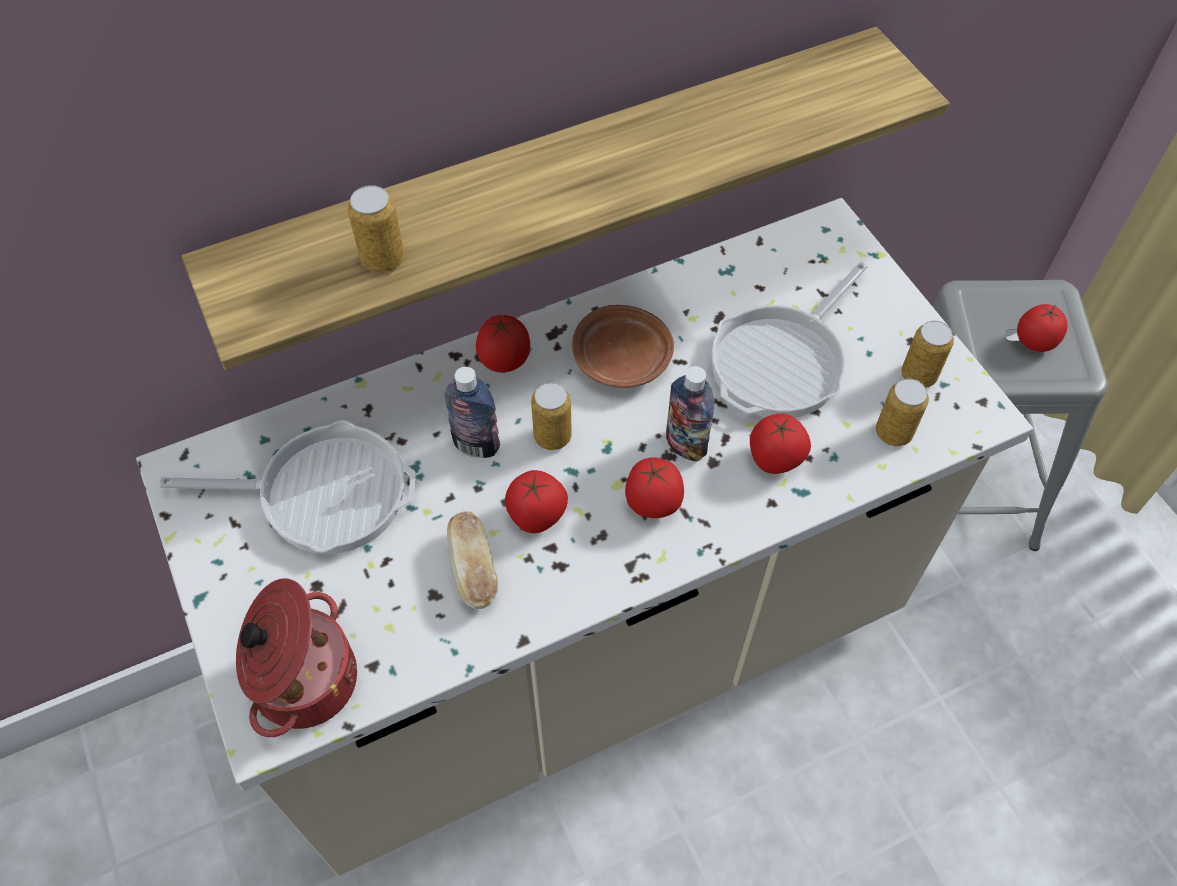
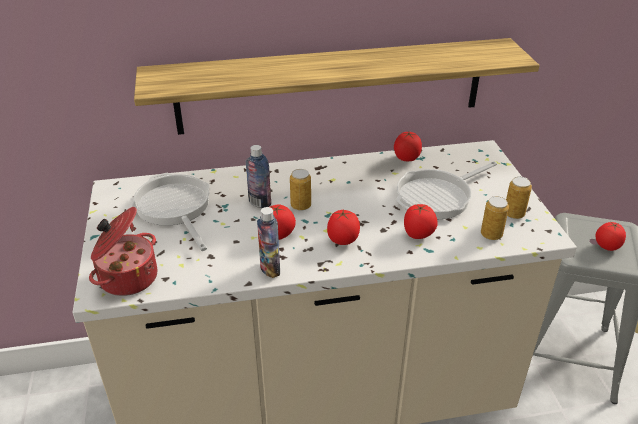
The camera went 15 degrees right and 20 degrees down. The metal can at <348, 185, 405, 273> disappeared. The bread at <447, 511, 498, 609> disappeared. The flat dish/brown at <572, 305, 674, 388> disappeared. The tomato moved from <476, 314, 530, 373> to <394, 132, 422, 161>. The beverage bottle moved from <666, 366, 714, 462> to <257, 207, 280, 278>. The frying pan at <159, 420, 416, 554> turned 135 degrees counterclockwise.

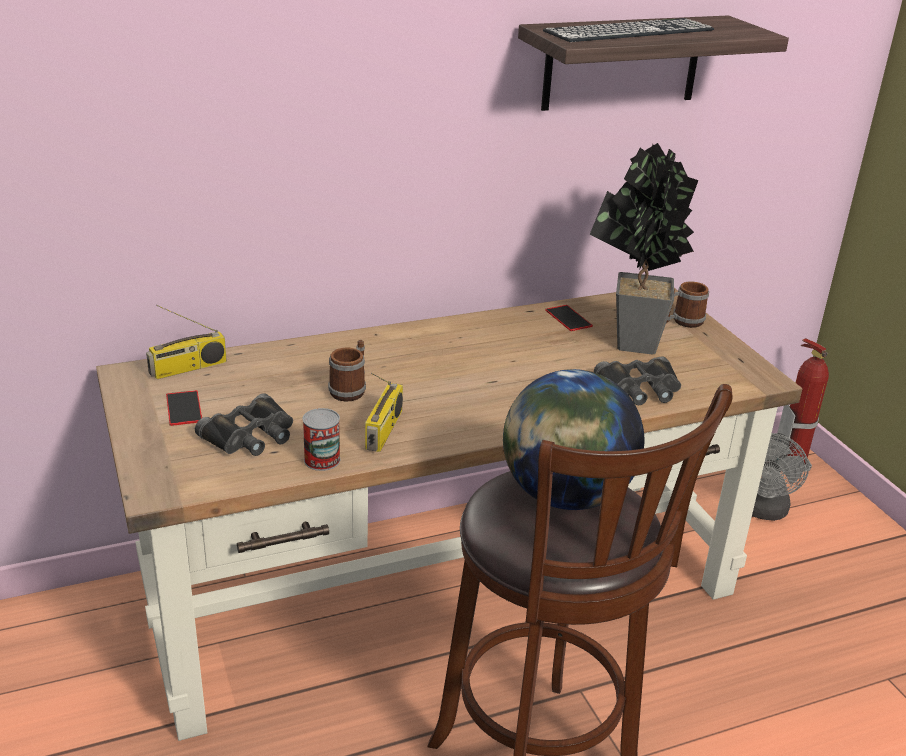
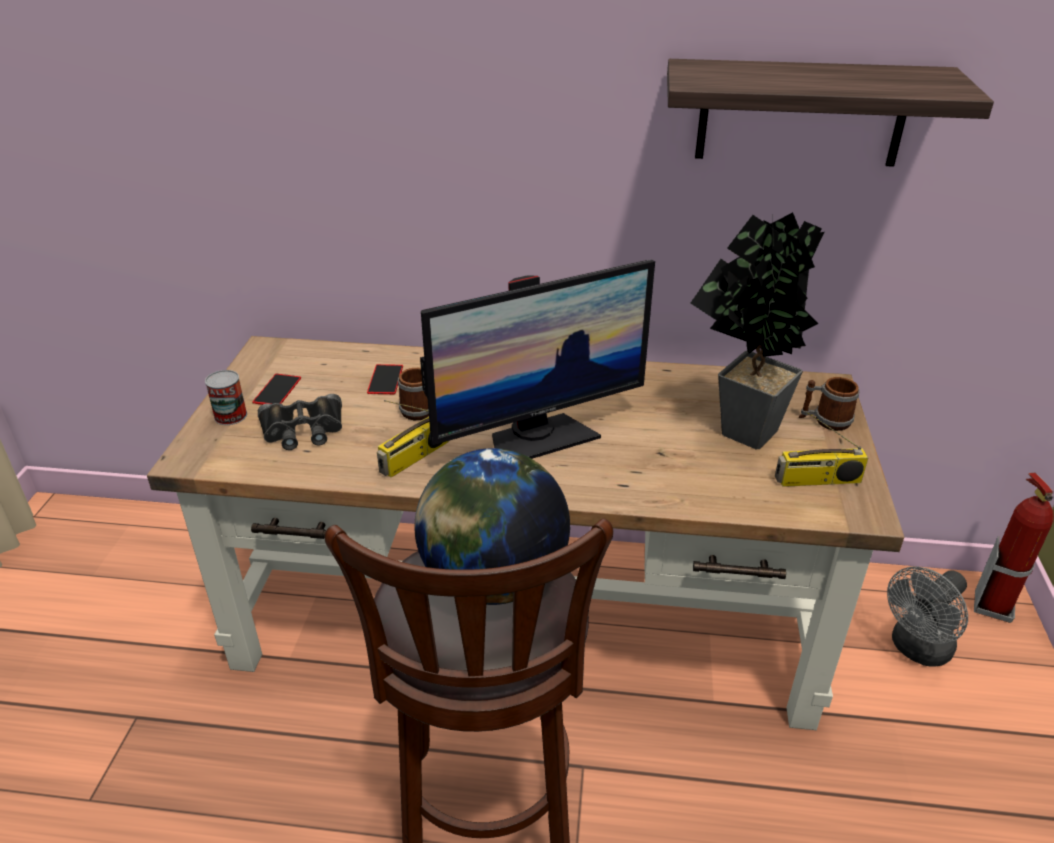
The camera went 30 degrees right and 5 degrees up. The keyboard at <543, 18, 714, 42> disappeared. The binoculars/black-coloured at <594, 357, 681, 405> disappeared. The monitor at <420, 260, 655, 459> appeared. The radio moved from <146, 305, 227, 379> to <775, 411, 868, 487>. The metal can moved from <303, 408, 340, 471> to <205, 370, 247, 425>. The handset moved from <545, 305, 593, 331> to <367, 364, 403, 394>.

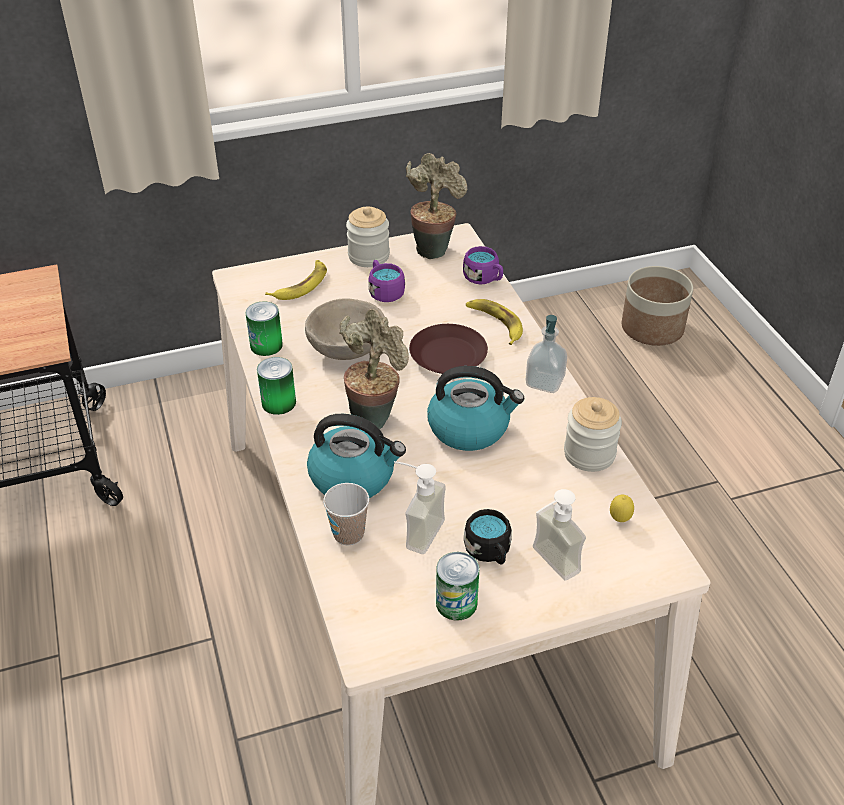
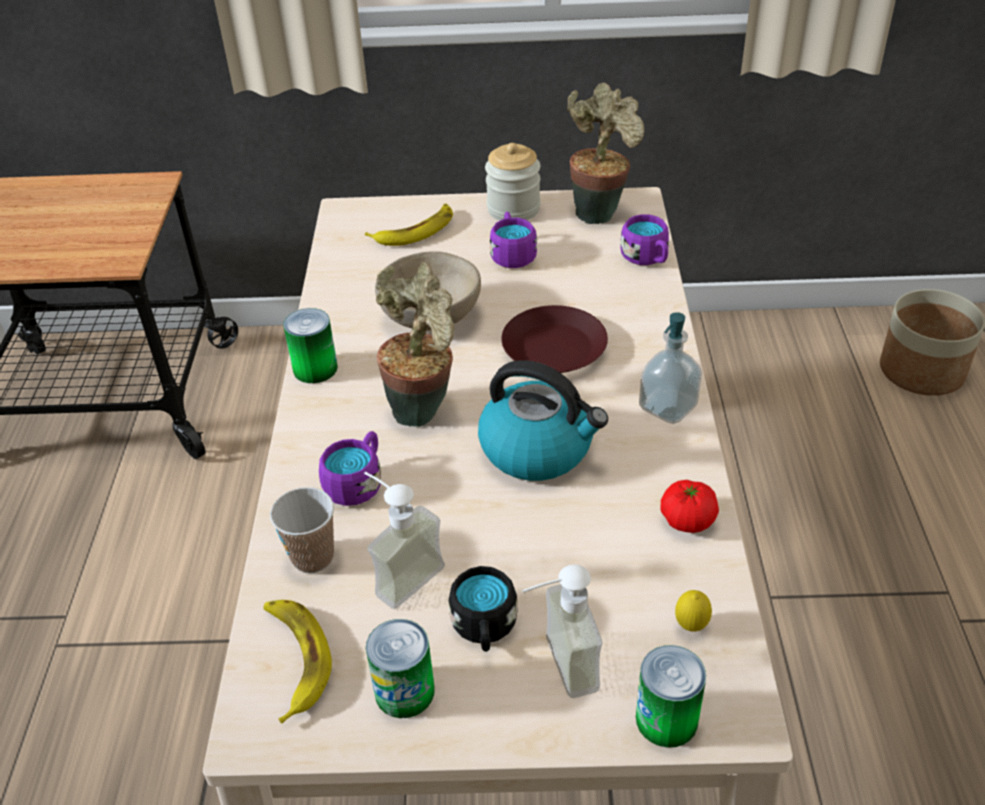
The camera went 20 degrees right and 0 degrees up. The metal can moved from <246, 301, 283, 356> to <636, 645, 706, 748>. The whole banana moved from <466, 299, 523, 345> to <263, 600, 332, 724>. The kettle at <307, 414, 406, 498> was replaced by the tea mug/purple-coloured at <319, 431, 381, 506>. The preserve jar at <564, 397, 622, 472> was replaced by the tomato at <660, 480, 719, 533>.

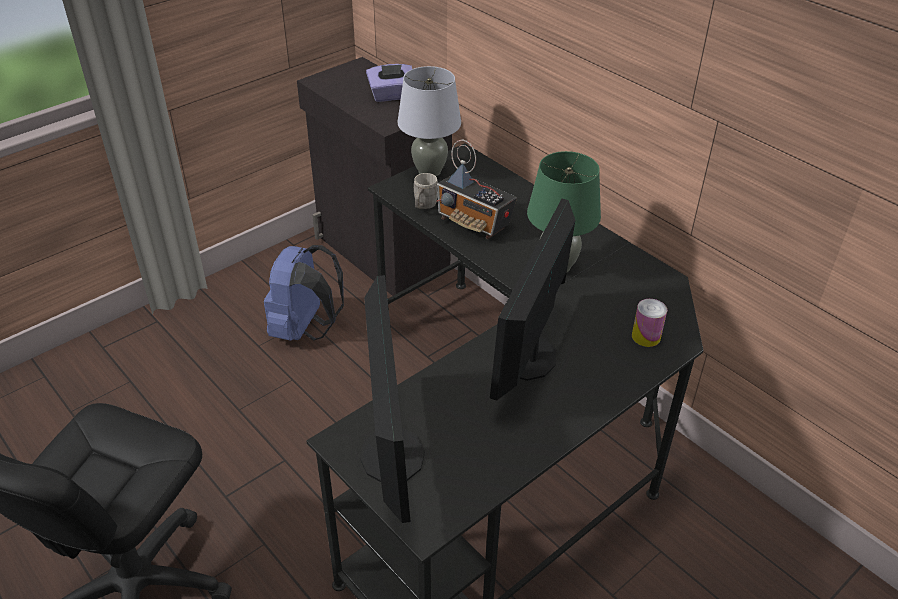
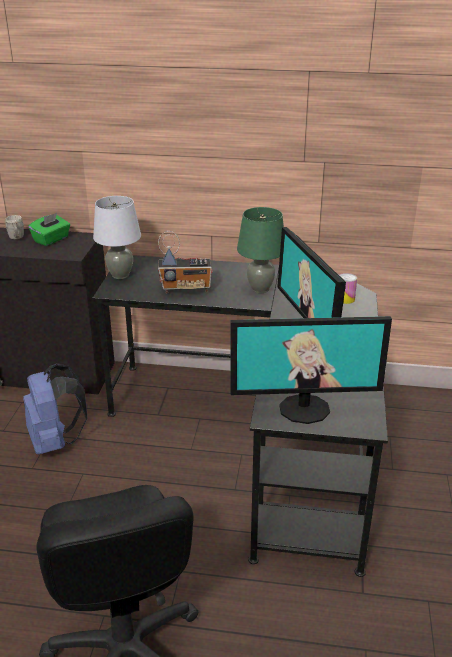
The camera went 40 degrees left and 10 degrees down. The tea mug/grey moved from <414, 173, 438, 209> to <5, 215, 24, 239>. The tissue holder/purple-coloured at <366, 64, 412, 102> became the tissue holder/green at <28, 213, 70, 246>. The monitor at <360, 275, 425, 523> turned 135 degrees clockwise.

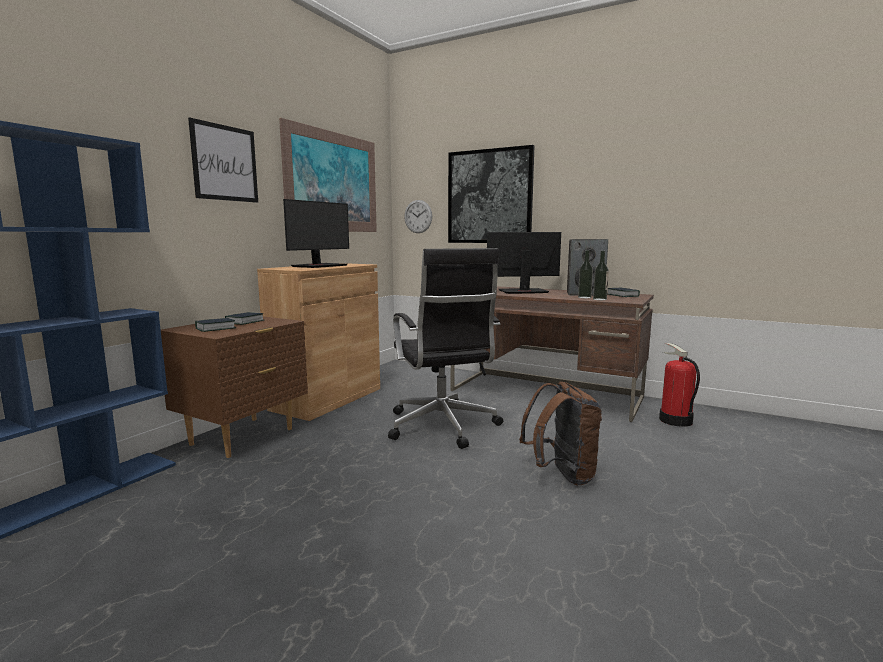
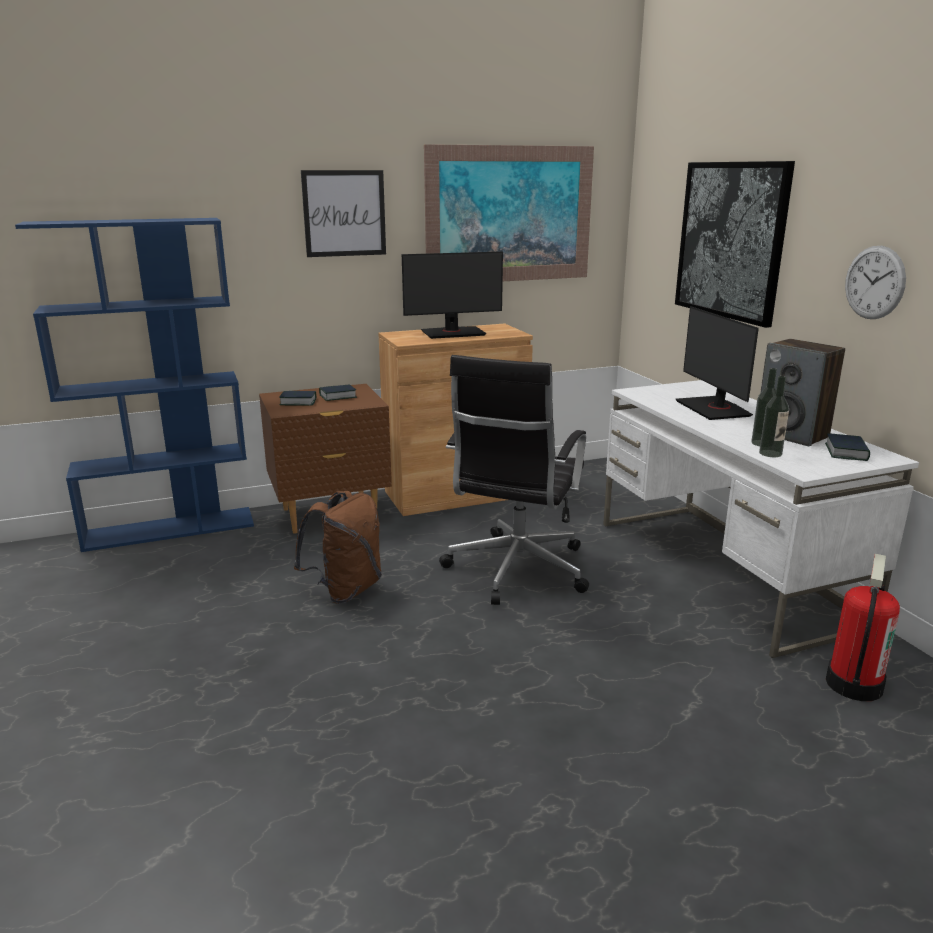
The camera went 40 degrees right and 10 degrees up. The clock on the wall moved from <404, 200, 432, 233> to <845, 246, 906, 319>. The knapsack/brown moved from <519, 381, 602, 485> to <294, 491, 382, 604>. The desk unit/brown at <451, 286, 654, 422> became the desk unit/white-coloured at <603, 380, 919, 658>. The monitor at <487, 232, 561, 294> turned 135 degrees counterclockwise.

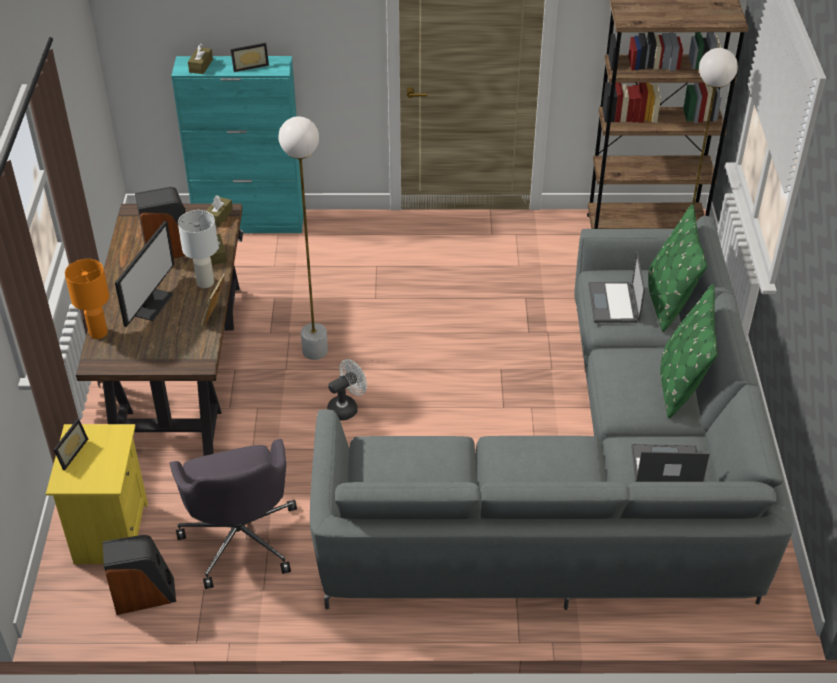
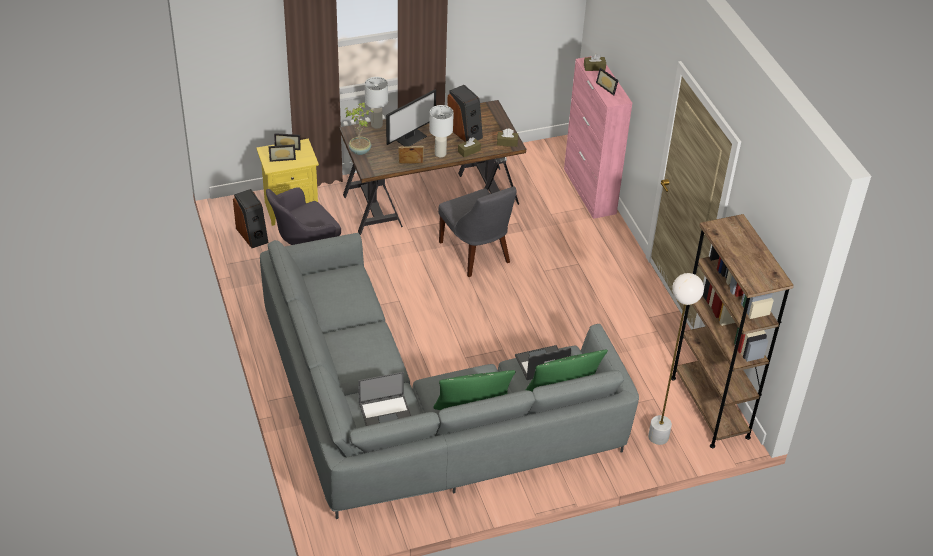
The camera went 70 degrees right and 0 degrees up. The electric fan/white-coloured at <327, 359, 367, 421> disappeared. The standing frame at <268, 144, 296, 162> appeared. The plant in a pot at <344, 102, 374, 155> appeared. The standard lamp/white-coloured at <279, 116, 328, 360> was replaced by the chair/grey at <438, 187, 516, 277>. The tabletop lamp/orange at <65, 259, 109, 339> became the tabletop lamp/white-coloured at <365, 77, 388, 128>. The cupboard/turquoise-coloured at <171, 56, 304, 233> became the cupboard/pinkish at <564, 56, 632, 219>. The monitor at <115, 221, 174, 327> turned 45 degrees counterclockwise. The laptop at <631, 444, 710, 482> turned 90 degrees clockwise.

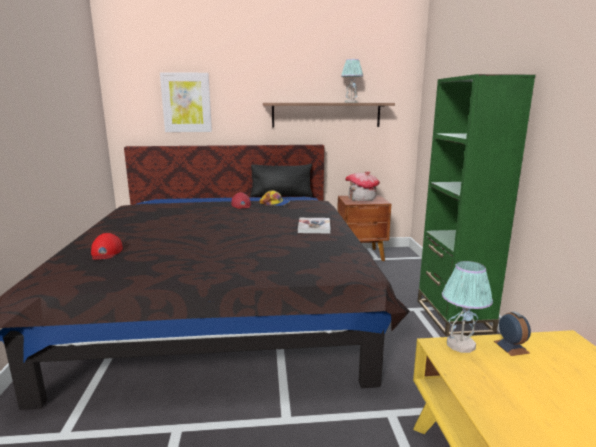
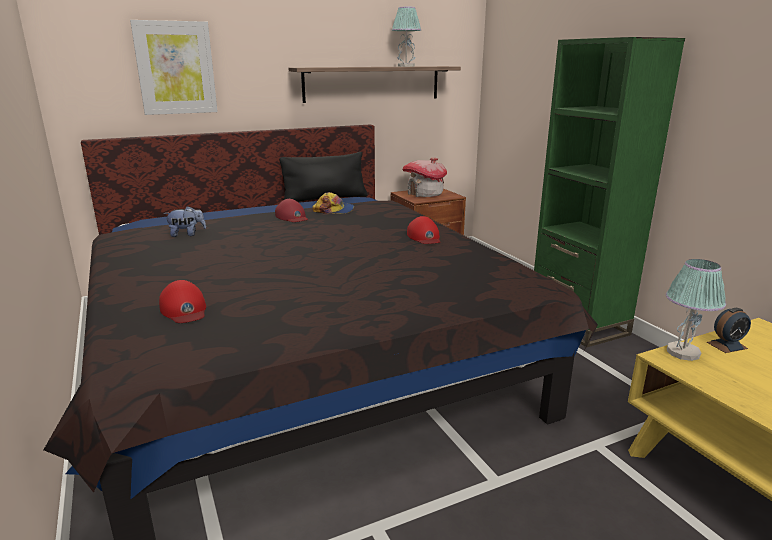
The camera went 20 degrees left and 5 degrees up. The plush toy at <164, 206, 206, 237> appeared. The volume at <298, 218, 331, 233> was replaced by the baseball cap/red-coloured at <407, 216, 440, 244>. The alarm clock at <494, 311, 531, 356> turned 105 degrees clockwise.

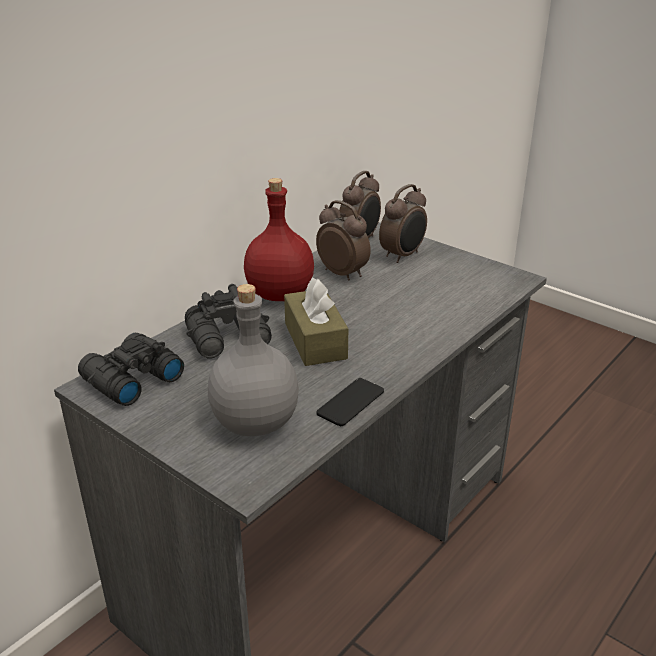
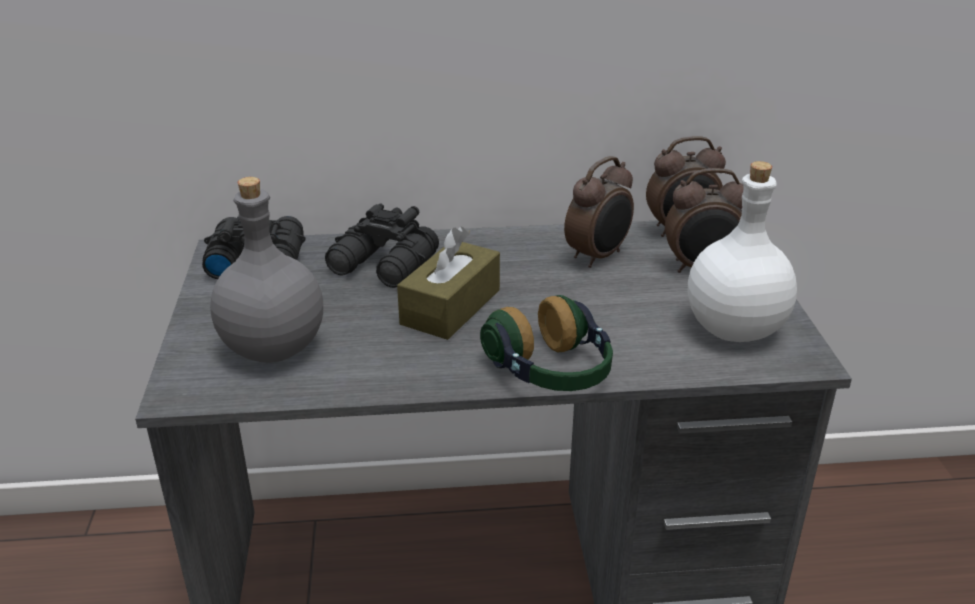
The camera went 45 degrees right and 0 degrees up. The beverage bottle/red-coloured at <244, 178, 314, 301> disappeared. The handset at <317, 378, 384, 426> disappeared. The headphones at <480, 295, 613, 391> appeared. The beverage bottle/white-coloured at <688, 161, 797, 342> appeared. The alarm clock at <316, 200, 371, 281> turned 45 degrees clockwise.

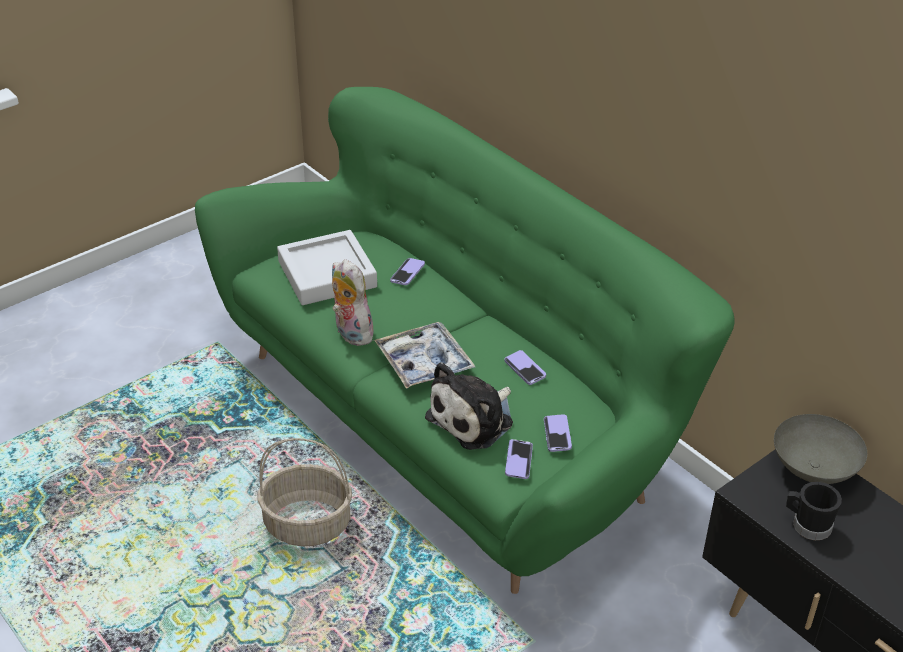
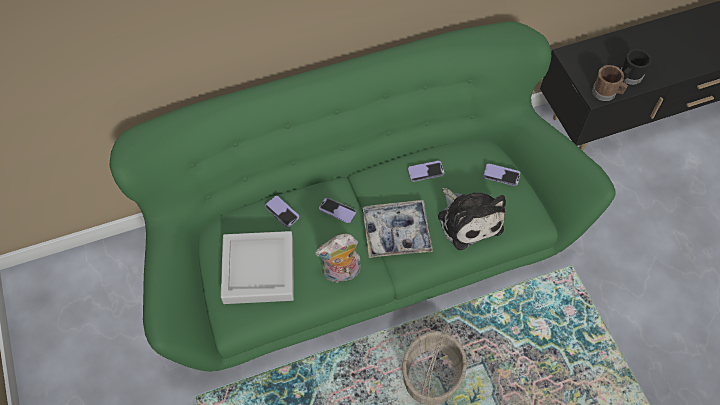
The camera went 70 degrees left and 20 degrees up. The bowl/grey at <774, 414, 867, 484> disappeared. The tea mug/brown at <592, 65, 628, 101> appeared. The handset moved from <505, 439, 533, 479> to <319, 198, 356, 223>.

